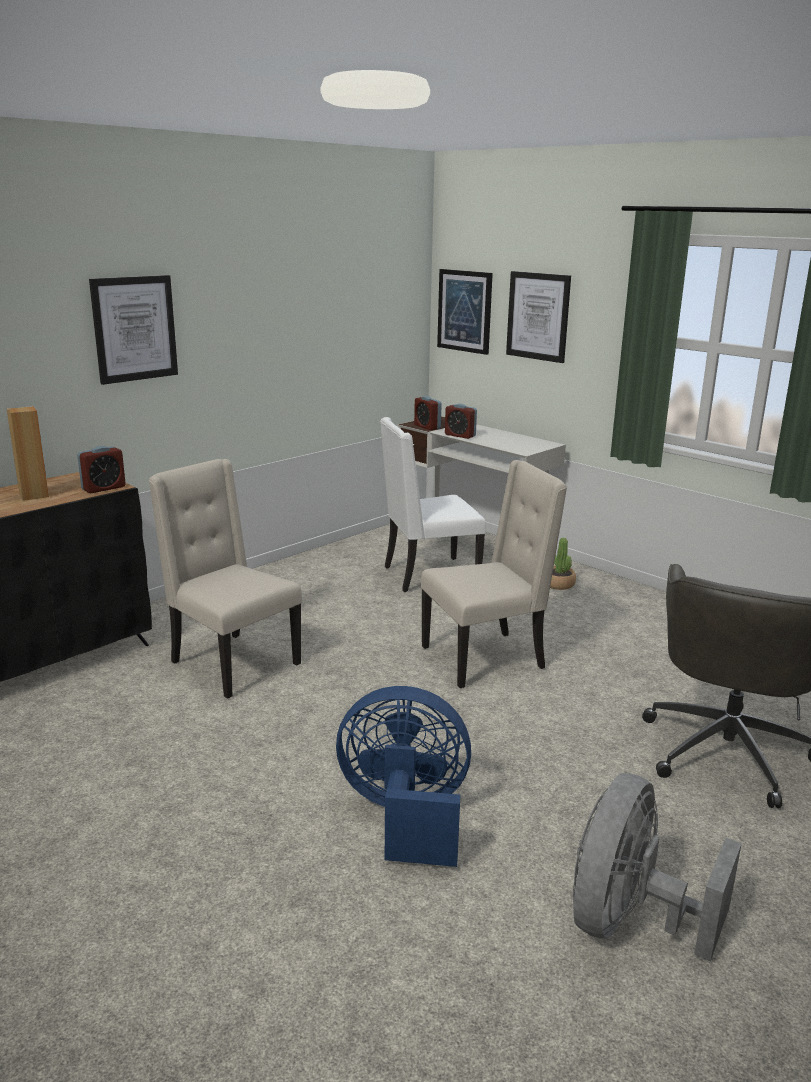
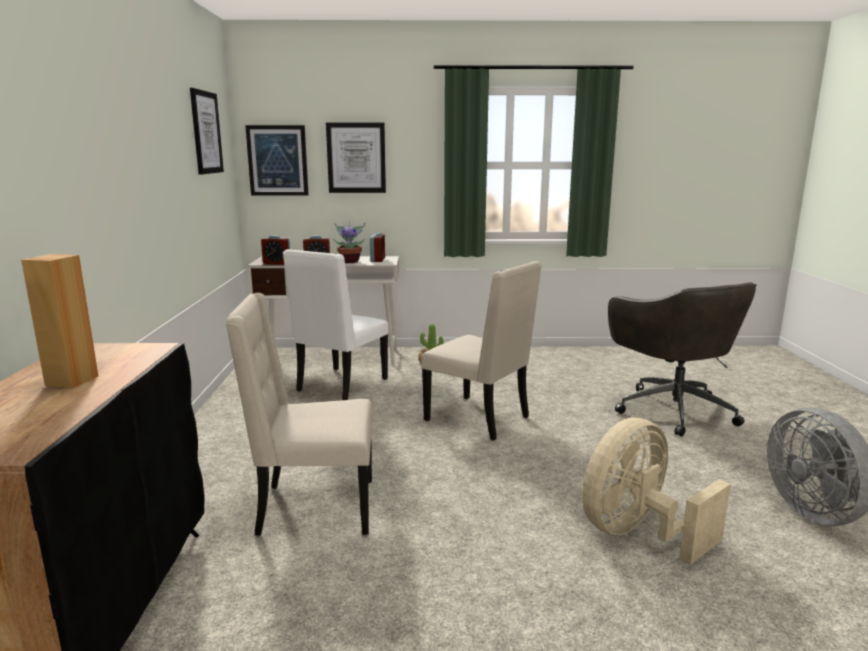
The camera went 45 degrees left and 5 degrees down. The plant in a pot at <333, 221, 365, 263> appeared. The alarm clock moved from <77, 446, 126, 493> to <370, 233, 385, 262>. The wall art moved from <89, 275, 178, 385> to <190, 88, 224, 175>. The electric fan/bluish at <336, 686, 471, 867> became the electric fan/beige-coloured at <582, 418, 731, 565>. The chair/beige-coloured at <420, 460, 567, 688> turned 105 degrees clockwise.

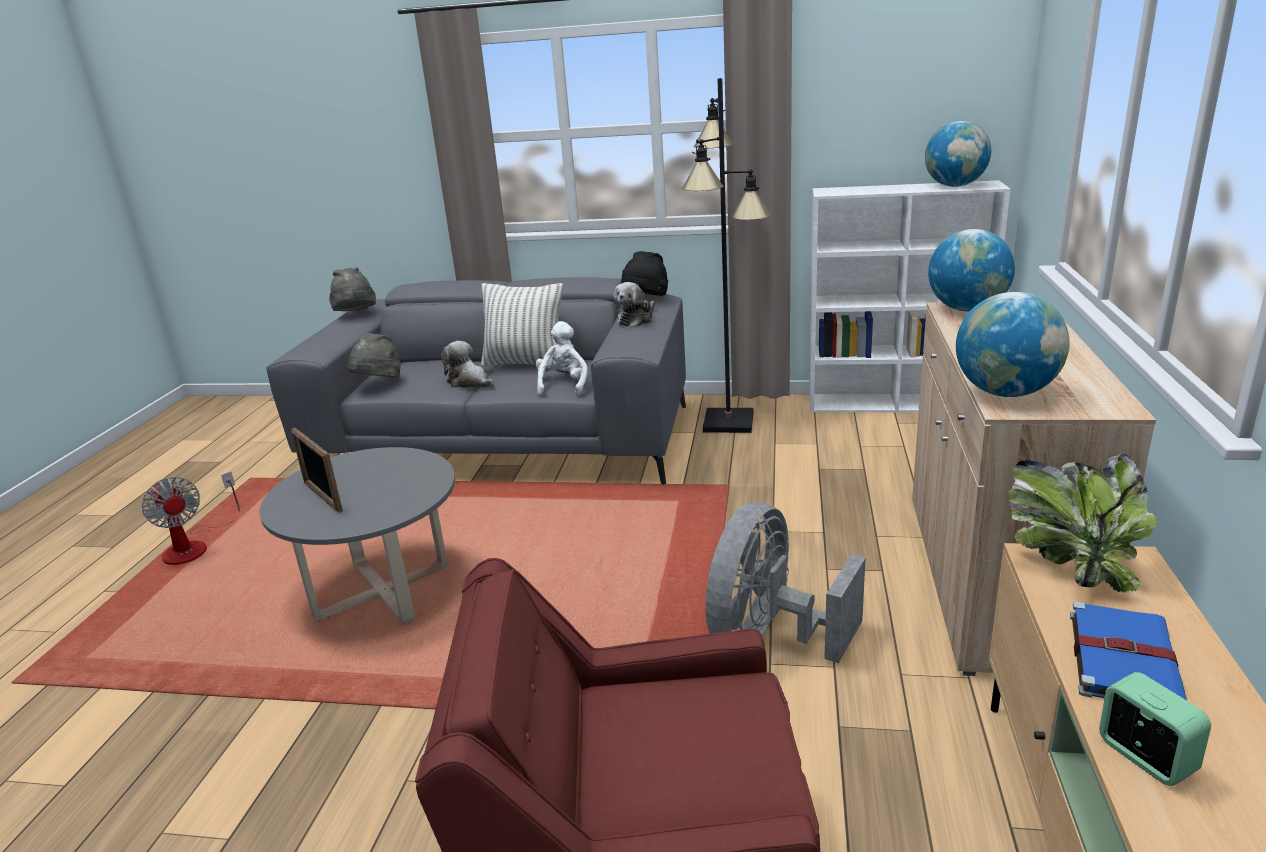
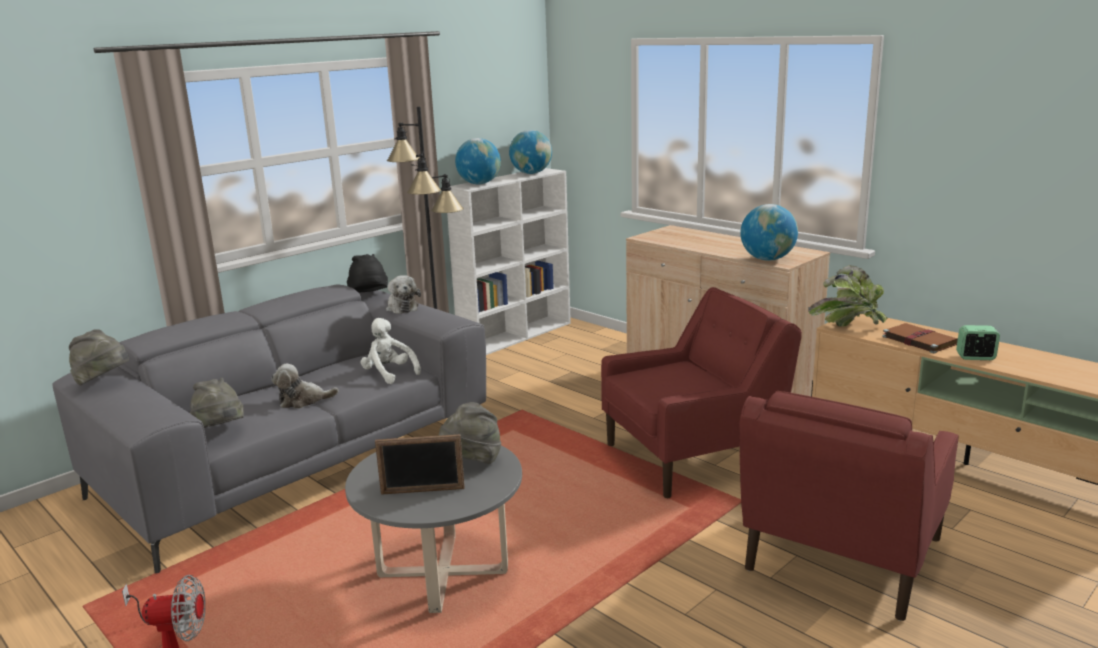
The camera went 55 degrees left and 5 degrees down. The cushion at <481, 283, 563, 367> disappeared. The wearable hat/grey at <438, 402, 501, 464> appeared. The world globe moved from <928, 229, 1015, 312> to <455, 138, 501, 184>. The electric fan/grey at <706, 503, 866, 663> was replaced by the lounge chair/red-coloured at <601, 287, 802, 498>. The volume/bluish at <1070, 601, 1187, 700> became the volume/brown at <882, 323, 958, 353>.

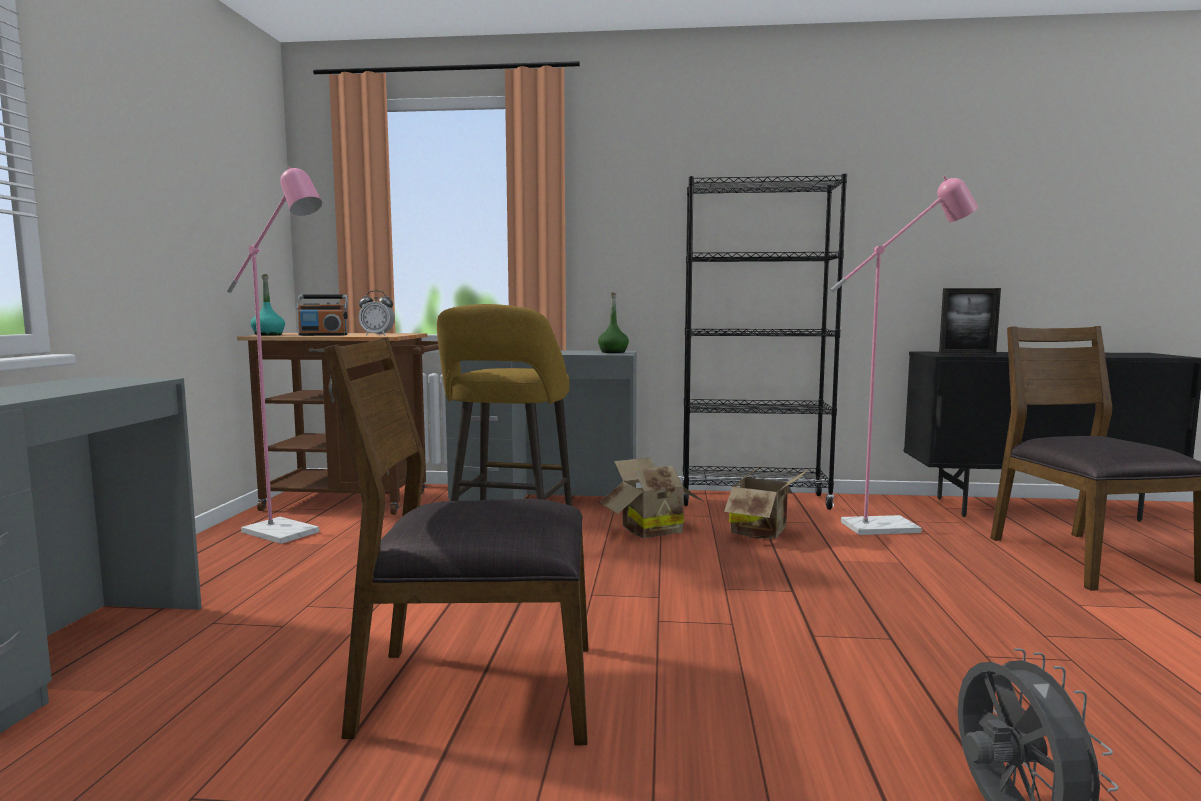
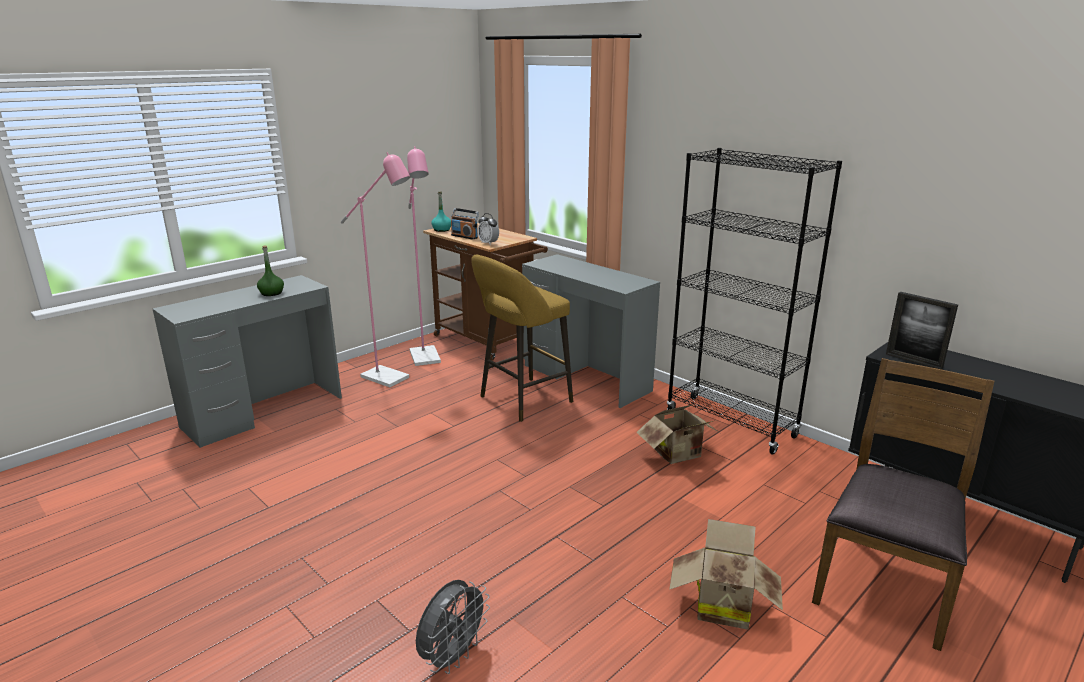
The camera went 40 degrees right and 15 degrees up. The chair/brown at <324, 337, 588, 745> disappeared. The beverage bottle/green moved from <598, 292, 629, 353> to <257, 245, 284, 296>. The packing box moved from <599, 457, 703, 538> to <669, 519, 783, 630>. The standard lamp/pinkish moved from <830, 176, 978, 535> to <341, 152, 410, 387>.

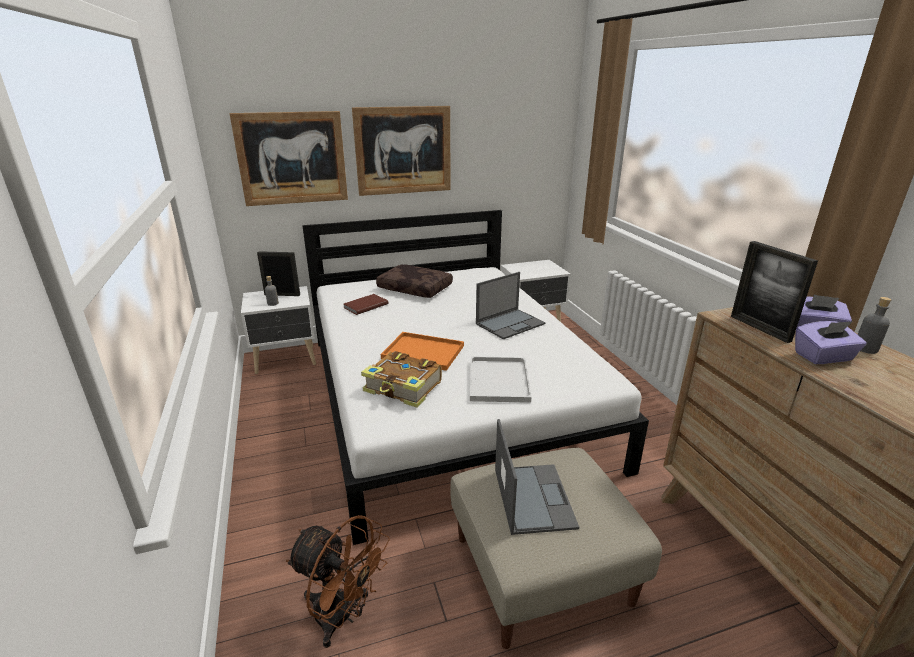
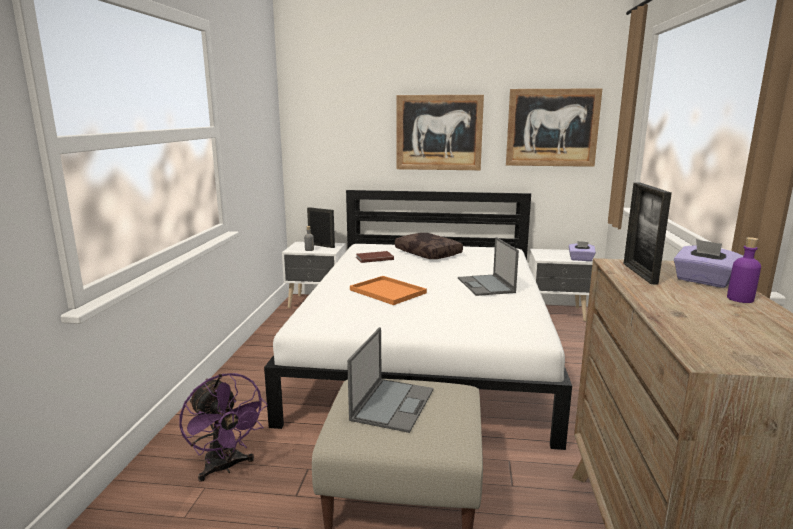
The camera went 25 degrees right and 10 degrees down. The volume at <361, 351, 442, 408> disappeared. The tray/white-coloured at <470, 356, 531, 403> disappeared. The wall art moved from <229, 111, 348, 206> to <506, 88, 603, 167>. The tissue holder/purple-coloured moved from <795, 321, 867, 364> to <569, 241, 596, 261>. The electric fan/brown at <286, 515, 390, 648> became the electric fan/purple-coloured at <179, 373, 268, 482>. The beverage bottle/grey at <858, 297, 891, 354> became the beverage bottle/purple-coloured at <727, 237, 761, 303>. The laptop at <476, 272, 546, 339> turned 90 degrees clockwise.

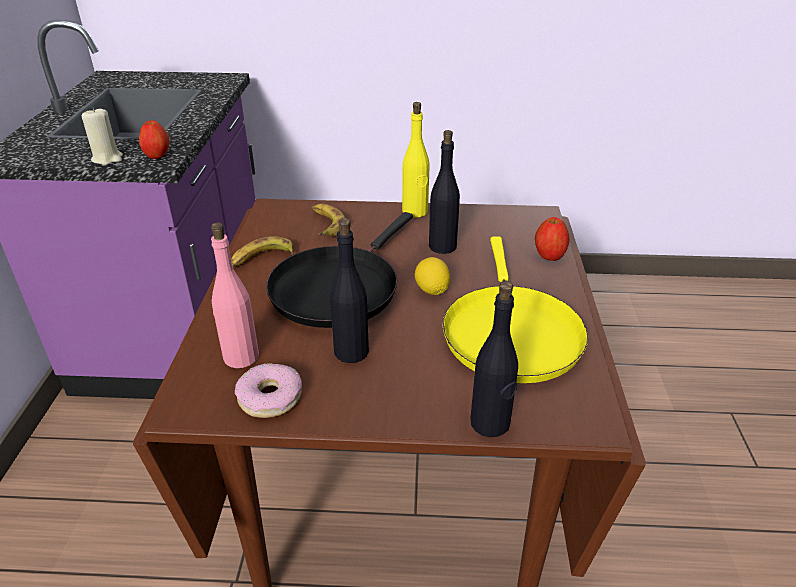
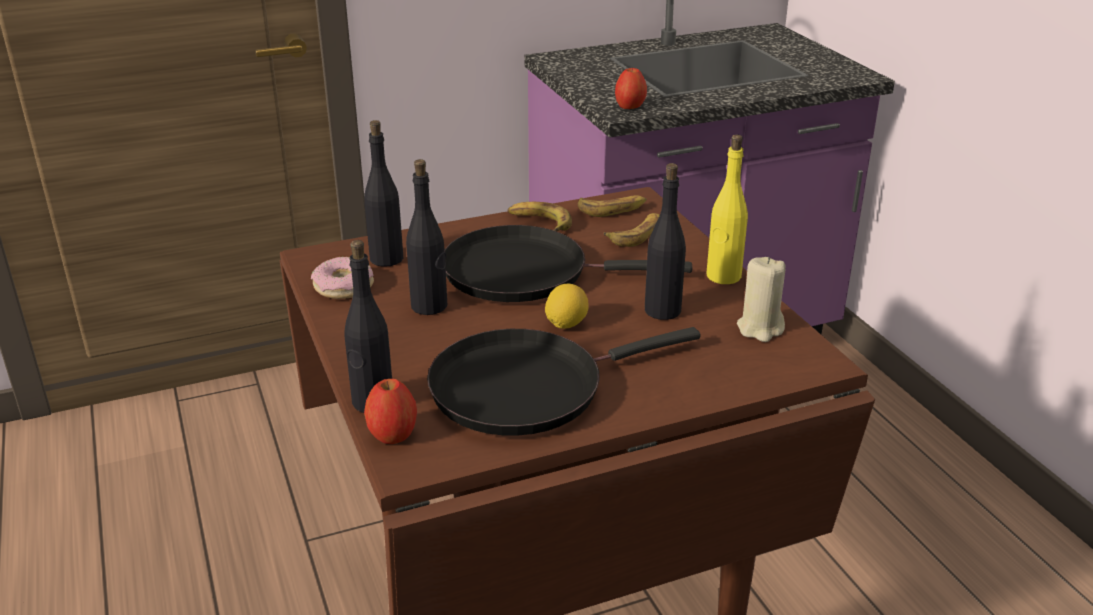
The camera went 65 degrees right and 5 degrees down. The whole banana at <578, 195, 647, 217> appeared. The candle/beige-coloured moved from <82, 107, 123, 165> to <737, 257, 785, 342>. The apple fruit moved from <535, 217, 569, 261> to <364, 379, 417, 444>. The beverage bottle/pinkish at <211, 222, 259, 368> became the beverage bottle/black-coloured at <364, 120, 403, 267>. The frying pan/yellow at <443, 237, 588, 383> became the frying pan/black-coloured at <427, 327, 701, 436>.

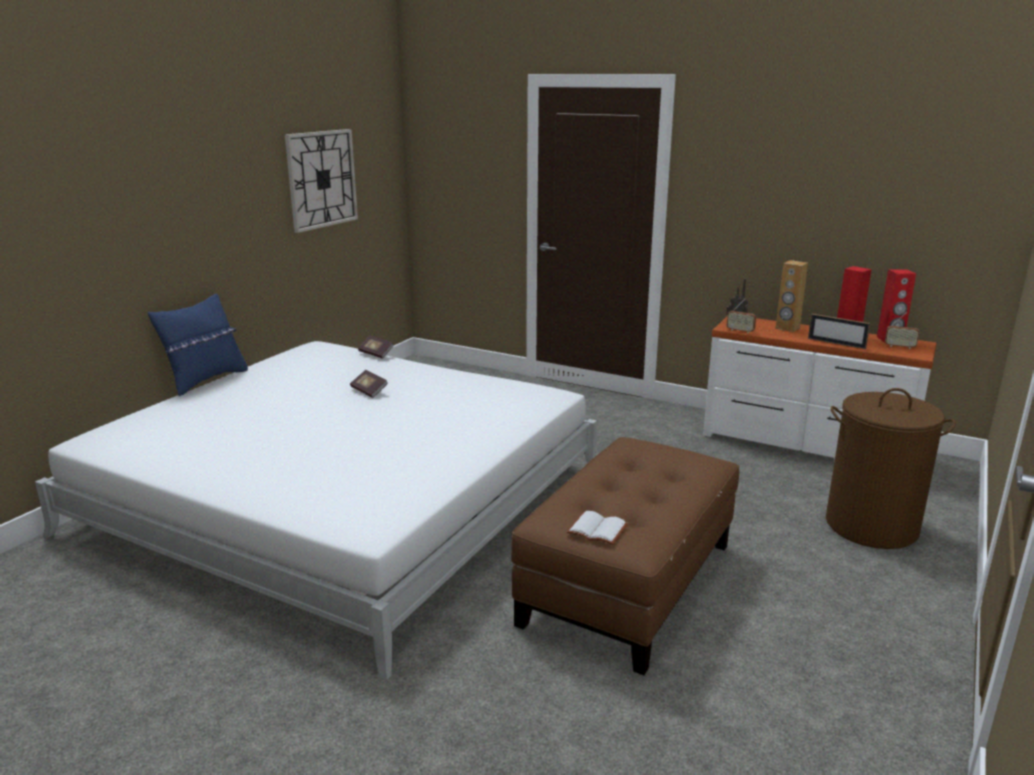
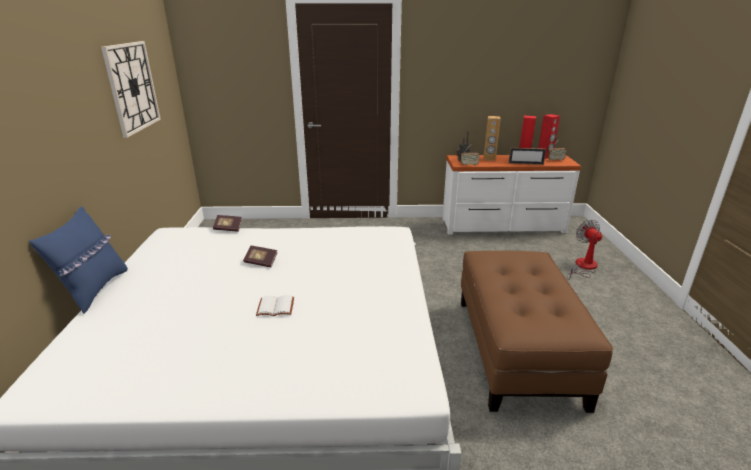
The camera went 30 degrees left and 5 degrees up. The volume/white-coloured moved from <567, 511, 628, 545> to <256, 295, 294, 316>. The laundry basket/brown at <826, 388, 956, 549> was replaced by the electric fan at <567, 219, 602, 280>.

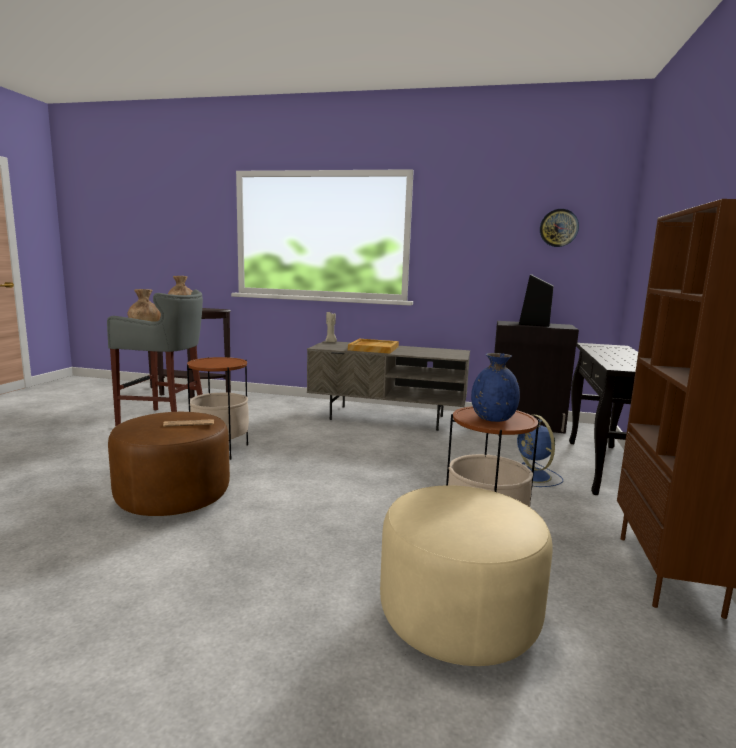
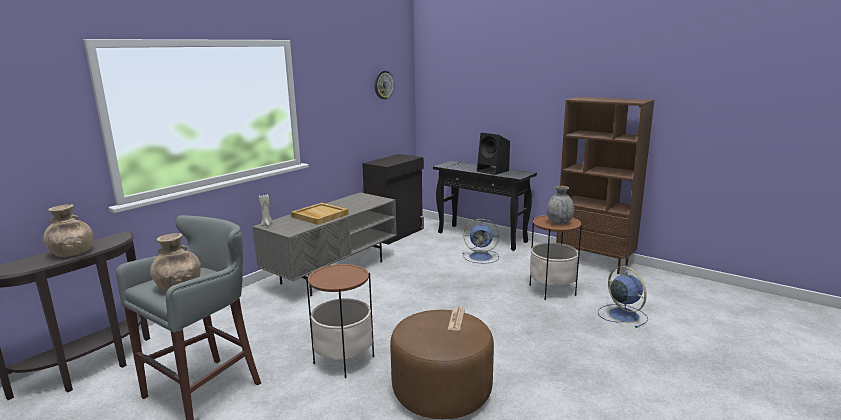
The camera went 65 degrees left and 5 degrees up. The speaker/black-coloured moved from <519, 274, 554, 327> to <477, 133, 510, 175>. The footrest/beige-coloured at <380, 485, 553, 666> was replaced by the electric fan/bluish at <598, 266, 648, 328>. The flower vase/bluish at <471, 353, 520, 422> became the flower vase/grey at <547, 186, 574, 225>.

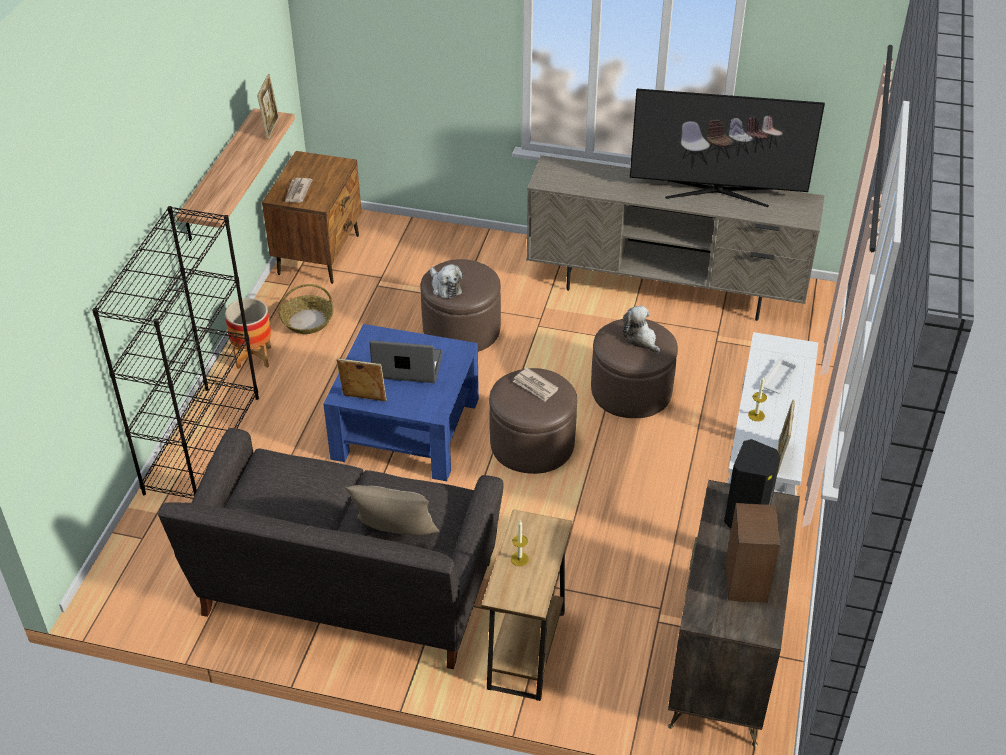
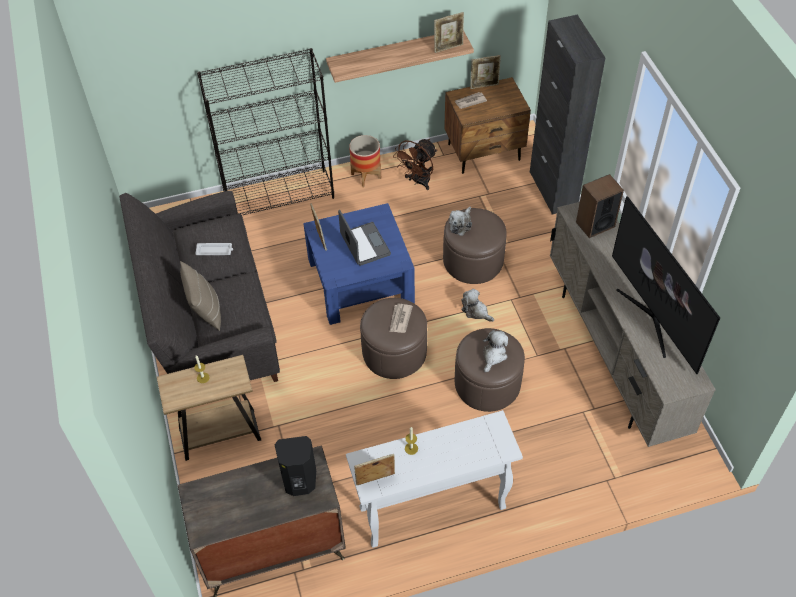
The camera went 60 degrees right and 10 degrees up. The plush toy at <461, 289, 494, 322> appeared. The standing frame at <470, 55, 501, 89> appeared. The cupboard/black-coloured at <530, 15, 606, 214> appeared. The speaker moved from <726, 503, 780, 603> to <576, 174, 624, 238>. The tray/white-coloured moved from <763, 358, 799, 394> to <195, 243, 233, 255>. The storage basket at <279, 284, 334, 334> was replaced by the electric fan/brown at <393, 139, 438, 190>.

